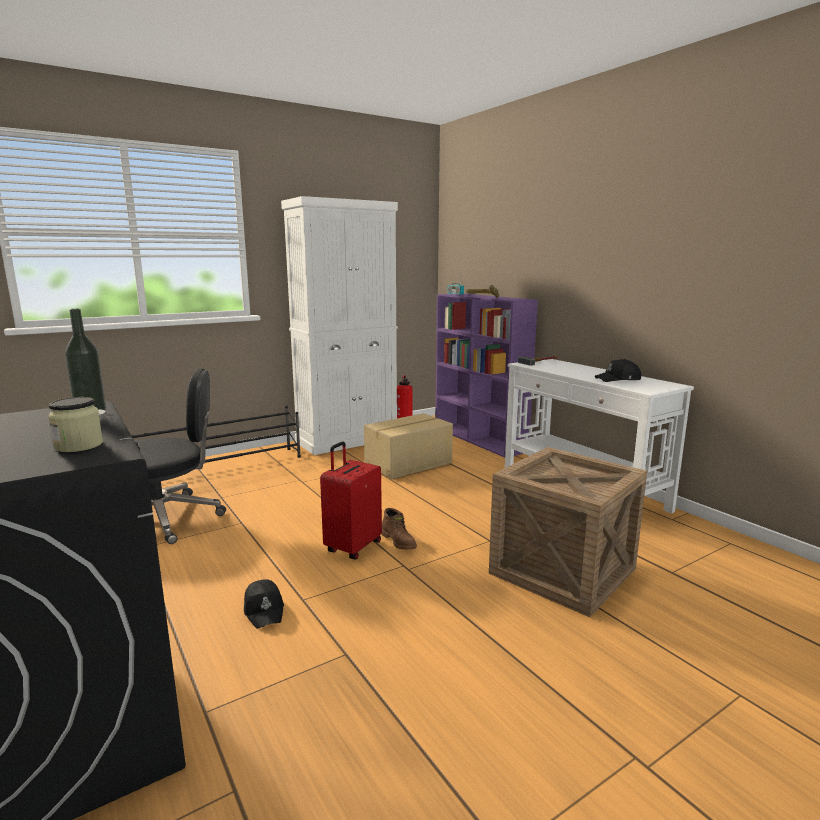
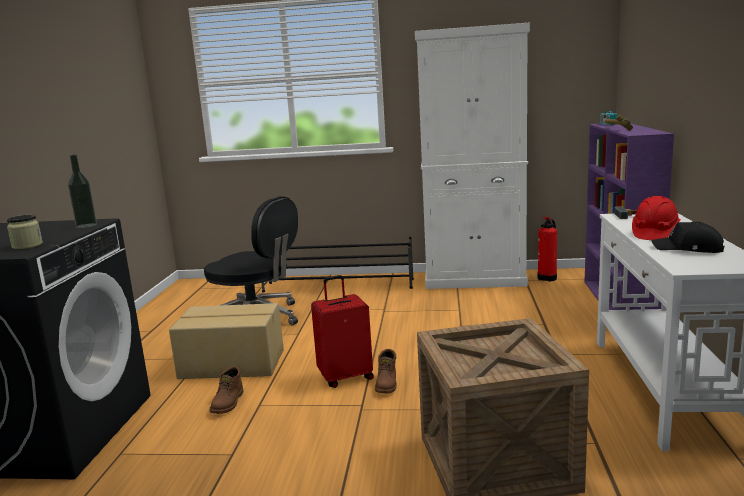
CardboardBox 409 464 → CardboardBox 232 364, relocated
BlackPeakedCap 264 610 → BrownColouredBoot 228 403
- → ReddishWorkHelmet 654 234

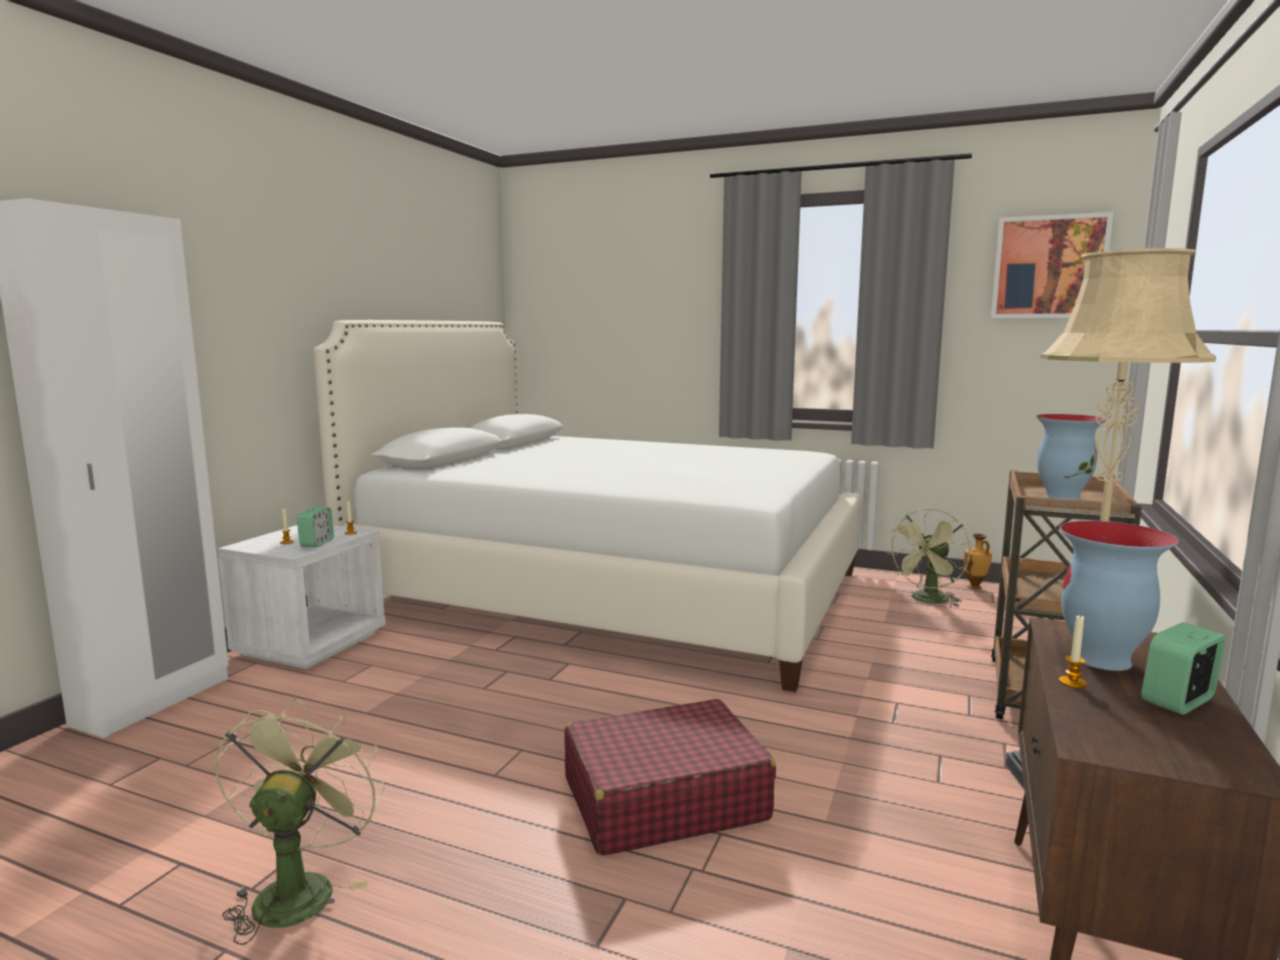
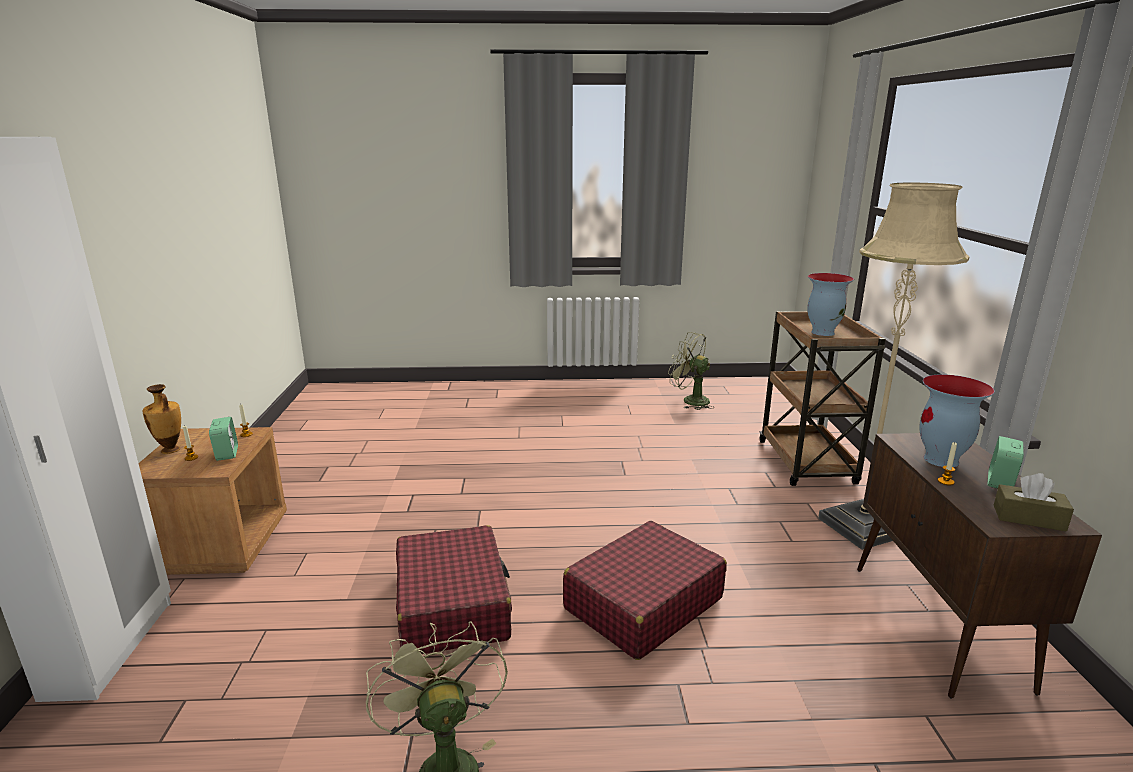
WhiteBedsideTable 311 643 → BrownColouredBedsideTable 222 545
DecorativeVase 975 587 → DecorativeVase 170 450, relocated
- → ReddishSuitcase 453 605
GreenColouredFan 928 601 → GreenColouredFan 690 400, 105 degrees clockwise
- → BrownColouredTissueBox 1029 518
WhiteBed 612 591 → -
WallPicture 1049 267 → -

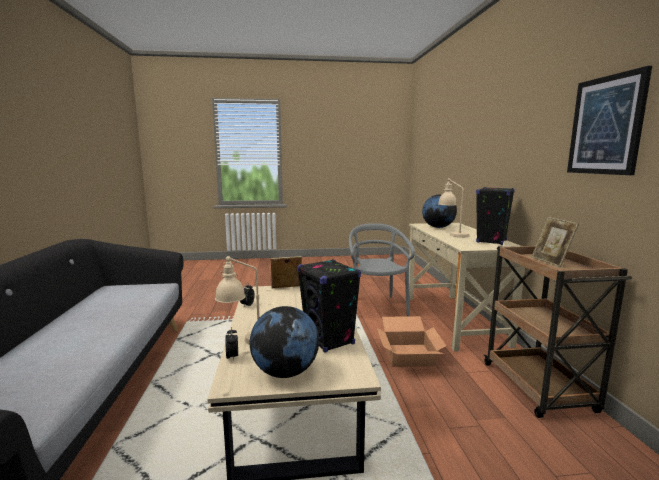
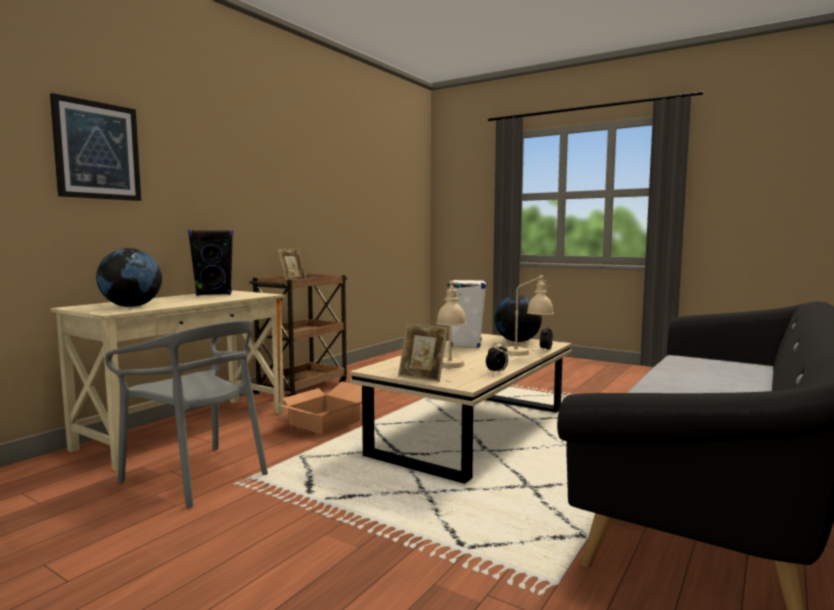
WallPicture 606 125 → WallPicture 97 151, relocated
GreyUprightChair 376 307 → GreyUprightChair 197 476, 90 degrees counterclockwise
BeigeColouredTableLamp 452 234 → BeigeColouredTableLamp 451 368, relocated
BlackLoudspeaker 329 341 → WhiteLoudspeaker 466 344

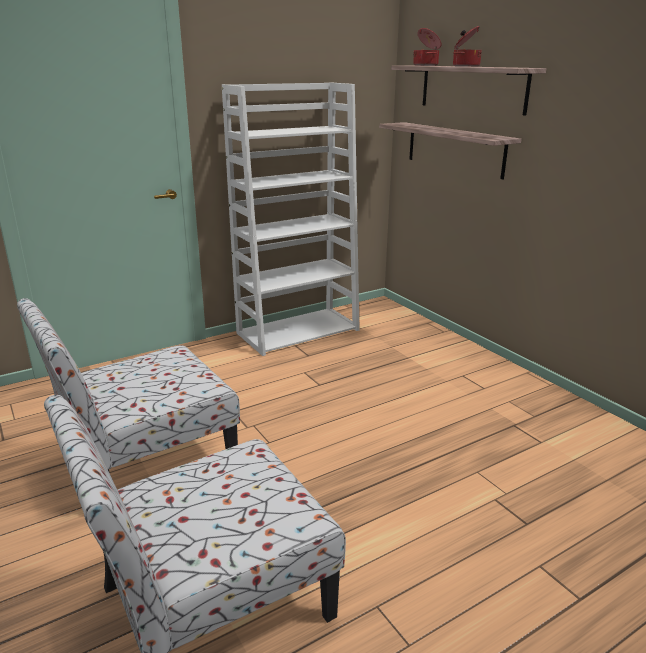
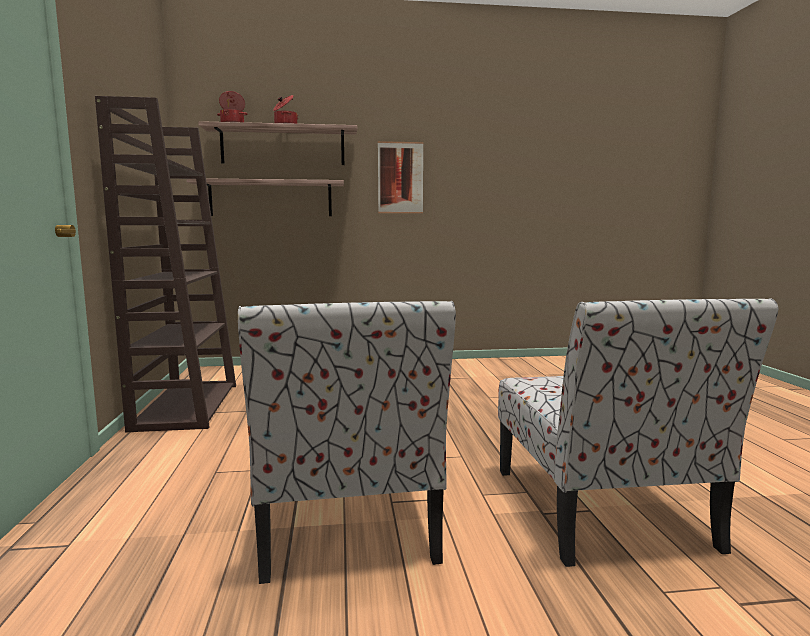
WhiteBookshelf 298 331 → BrownColouredBookshelf 186 405
- → WallPicture 400 178

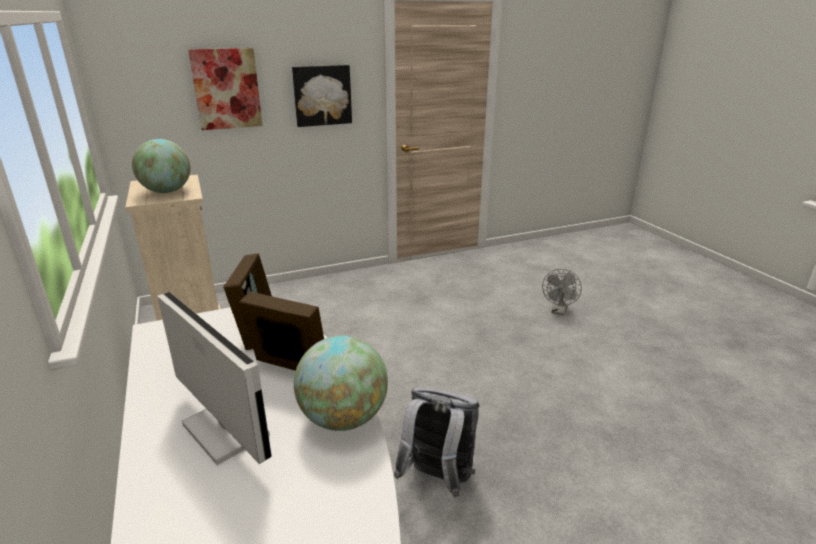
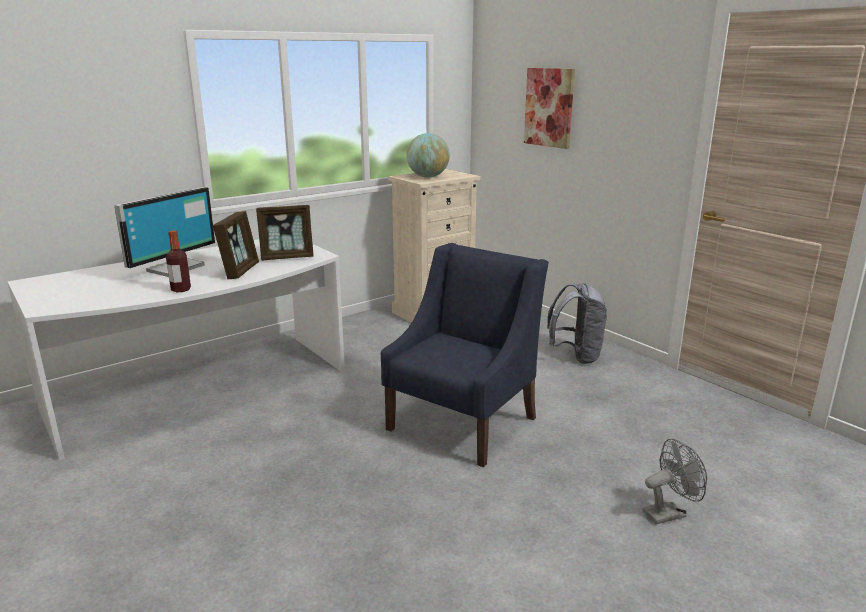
Globe 343 418 → BeverageBottle 181 289
- → BlueLoungeChair 463 423
GreyBackpack 437 478 → GreyBackpack 576 356, relocated
GreyFan 559 311 → GreyFan 669 513, 150 degrees clockwise
WallPicture 322 95 → -

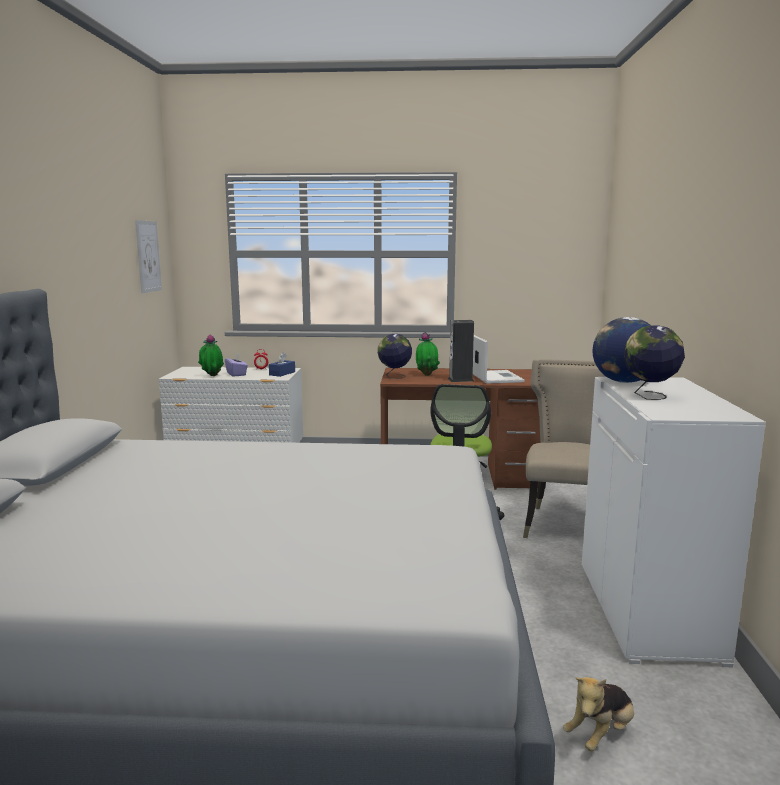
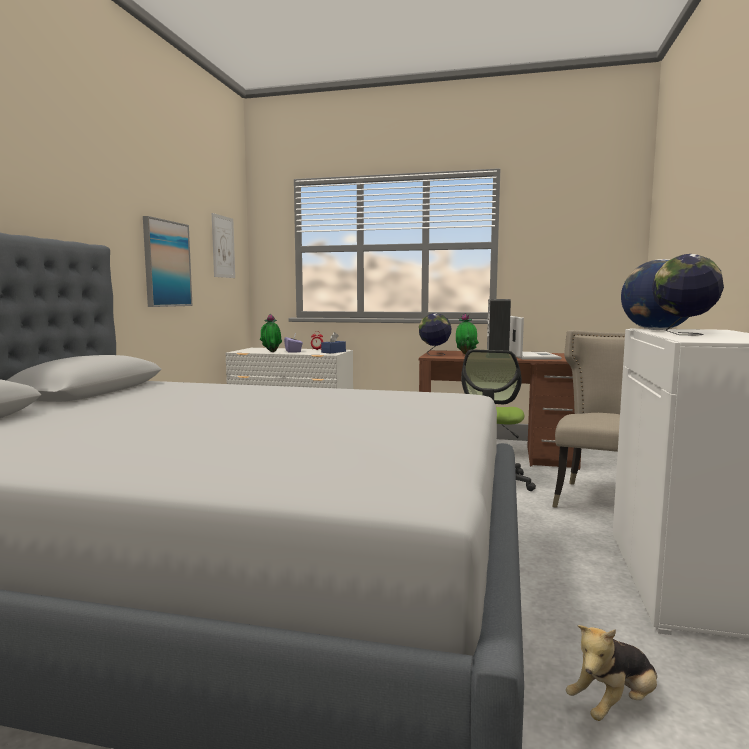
- → WallPicture 166 264

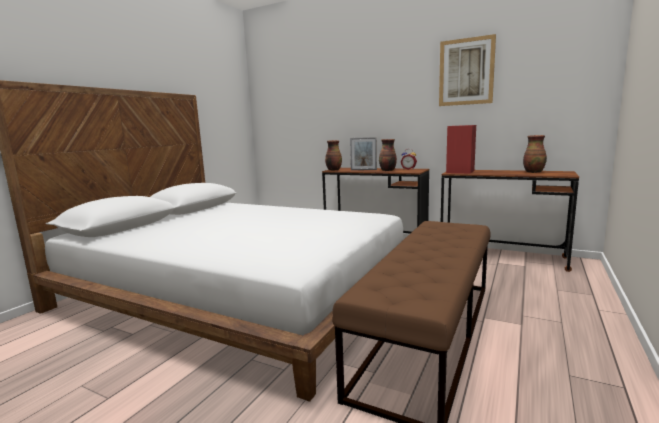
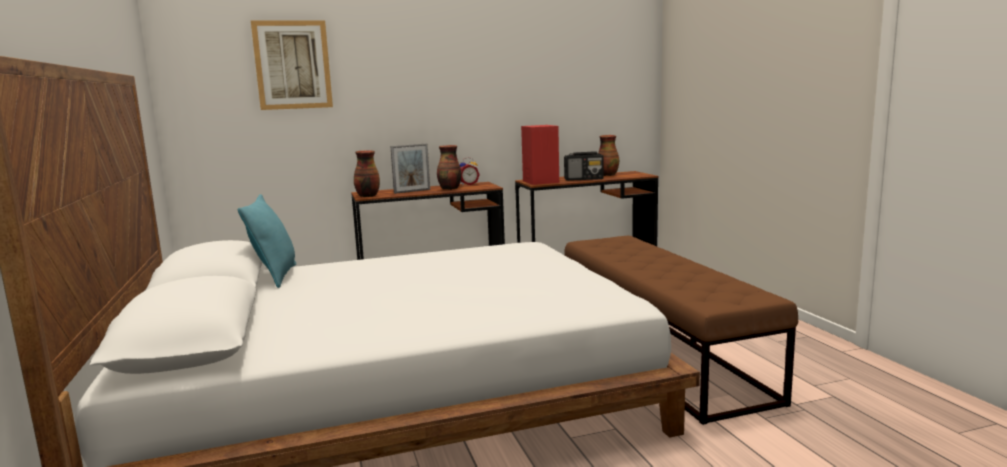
- → TurquoisePillow 275 276
WallPicture 466 72 → WallPicture 292 65, relocated
- → RadioSet 584 179

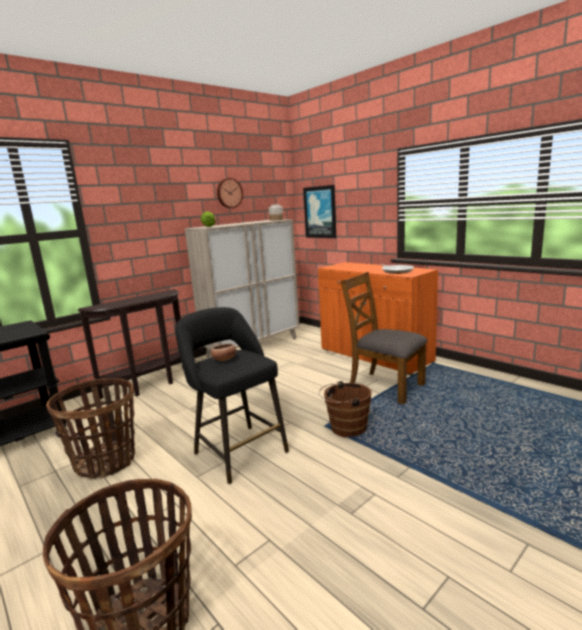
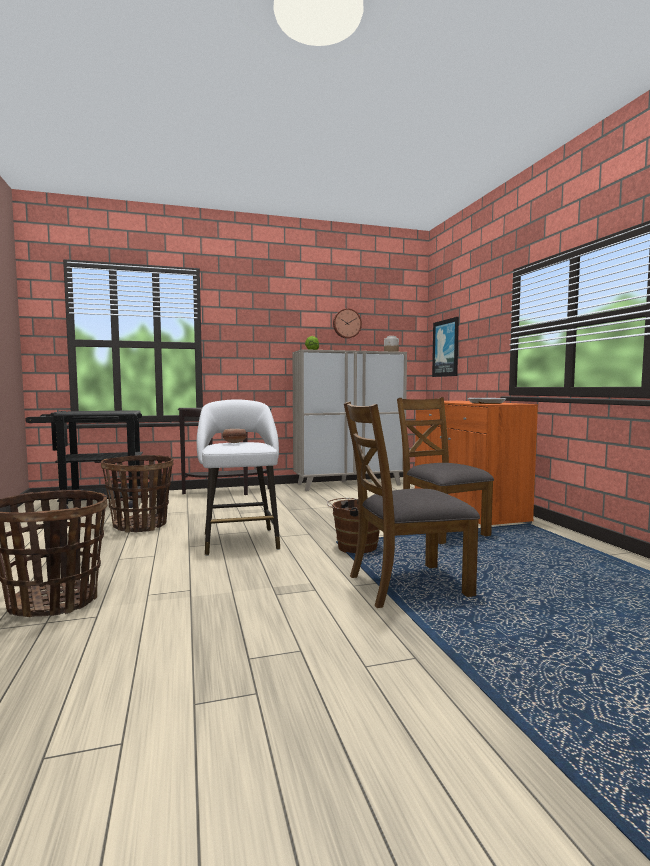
BlackSittingStool 238 450 → WhiteSittingStool 240 540
- → BrownColouredUprightChair 407 585

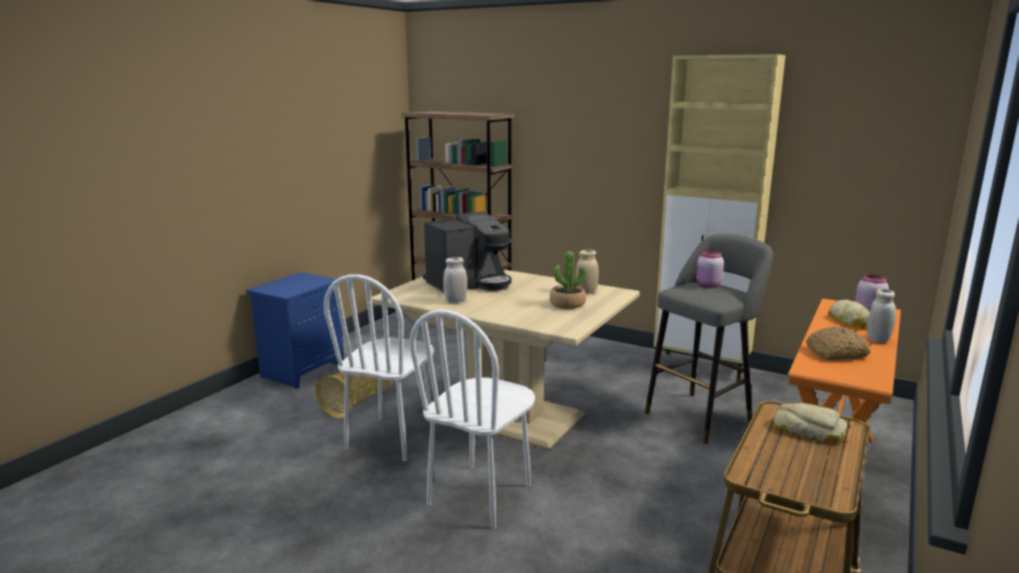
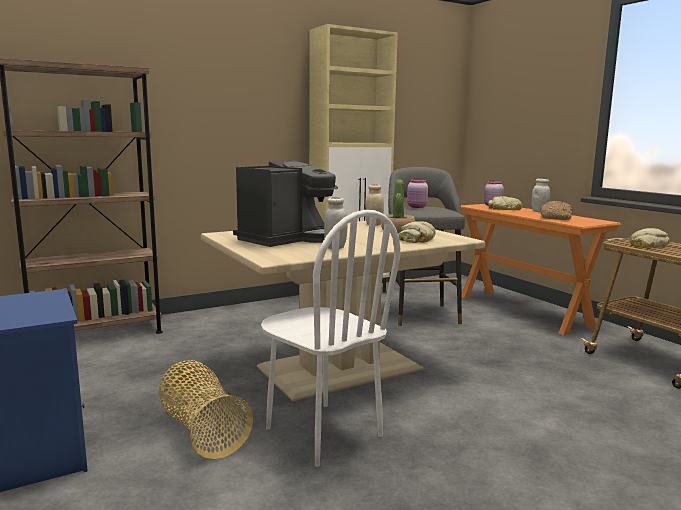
CoffeeMaker 469 284 → CoffeeMaker 288 239, 45 degrees clockwise
- → Bread 418 239
WhiteUprightChair 480 495 → -

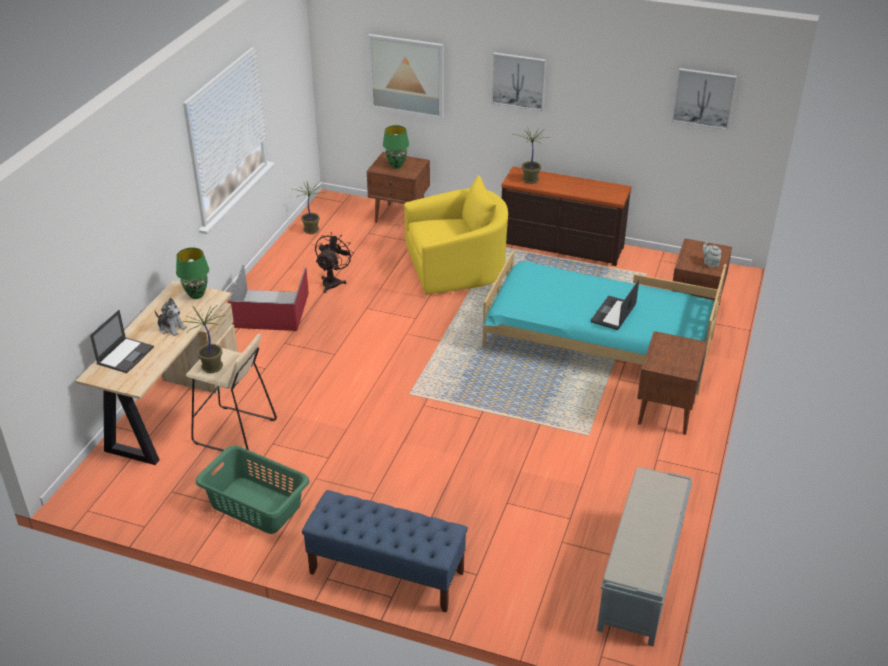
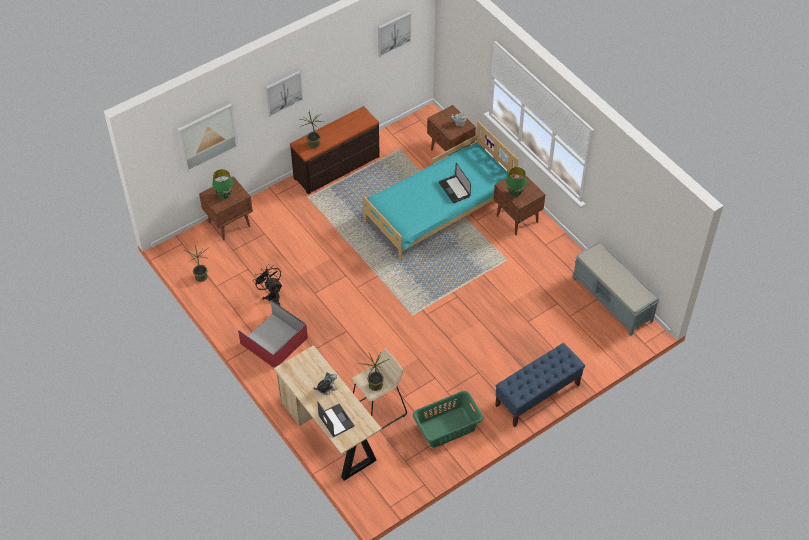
GreenColouredTableLamp 196 295 → GreenColouredTableLamp 515 194, relocated
YellowishLoungeChair 456 268 → -

